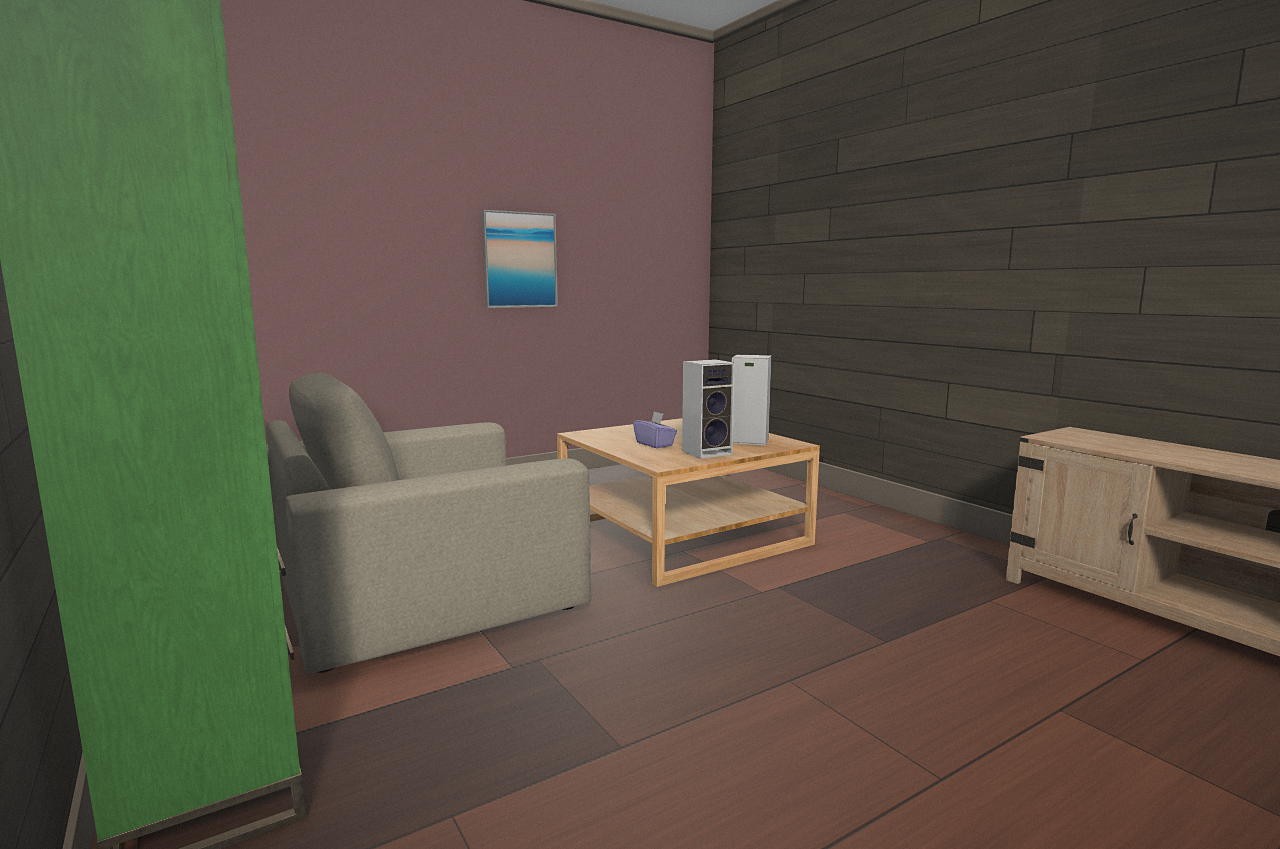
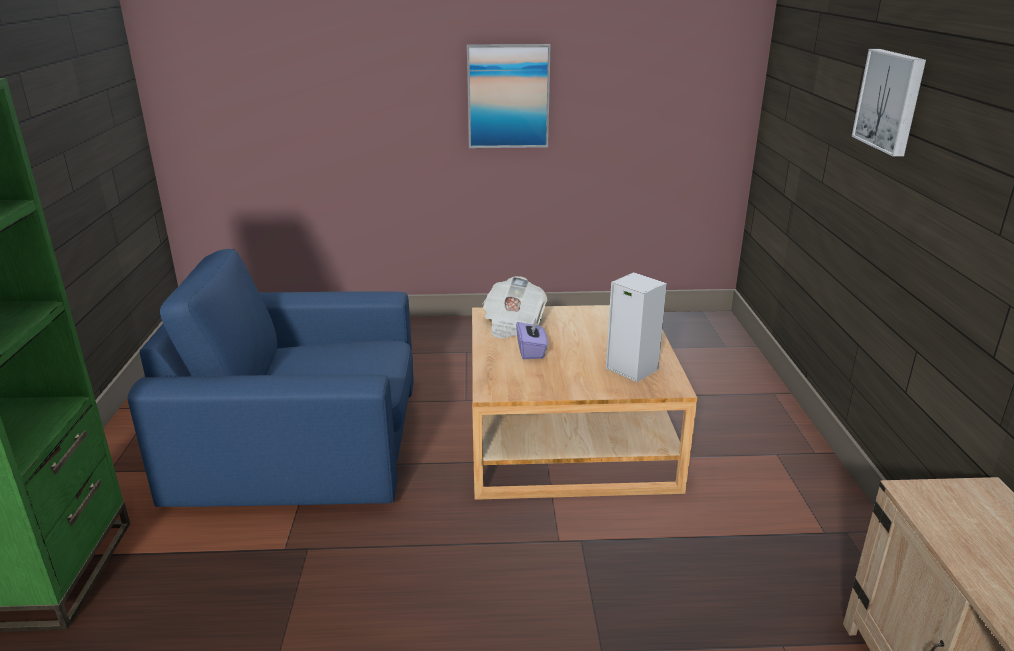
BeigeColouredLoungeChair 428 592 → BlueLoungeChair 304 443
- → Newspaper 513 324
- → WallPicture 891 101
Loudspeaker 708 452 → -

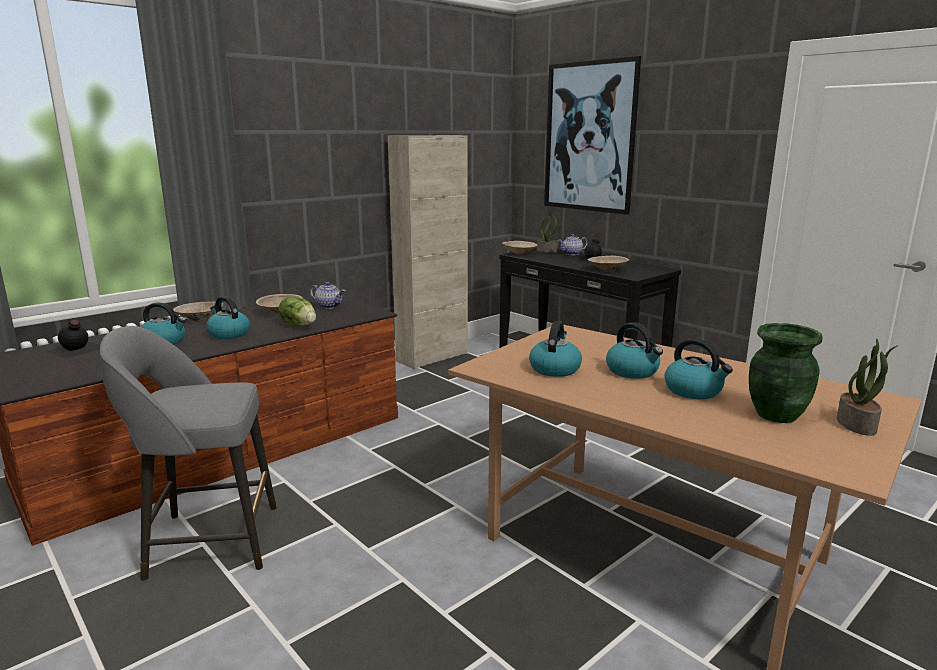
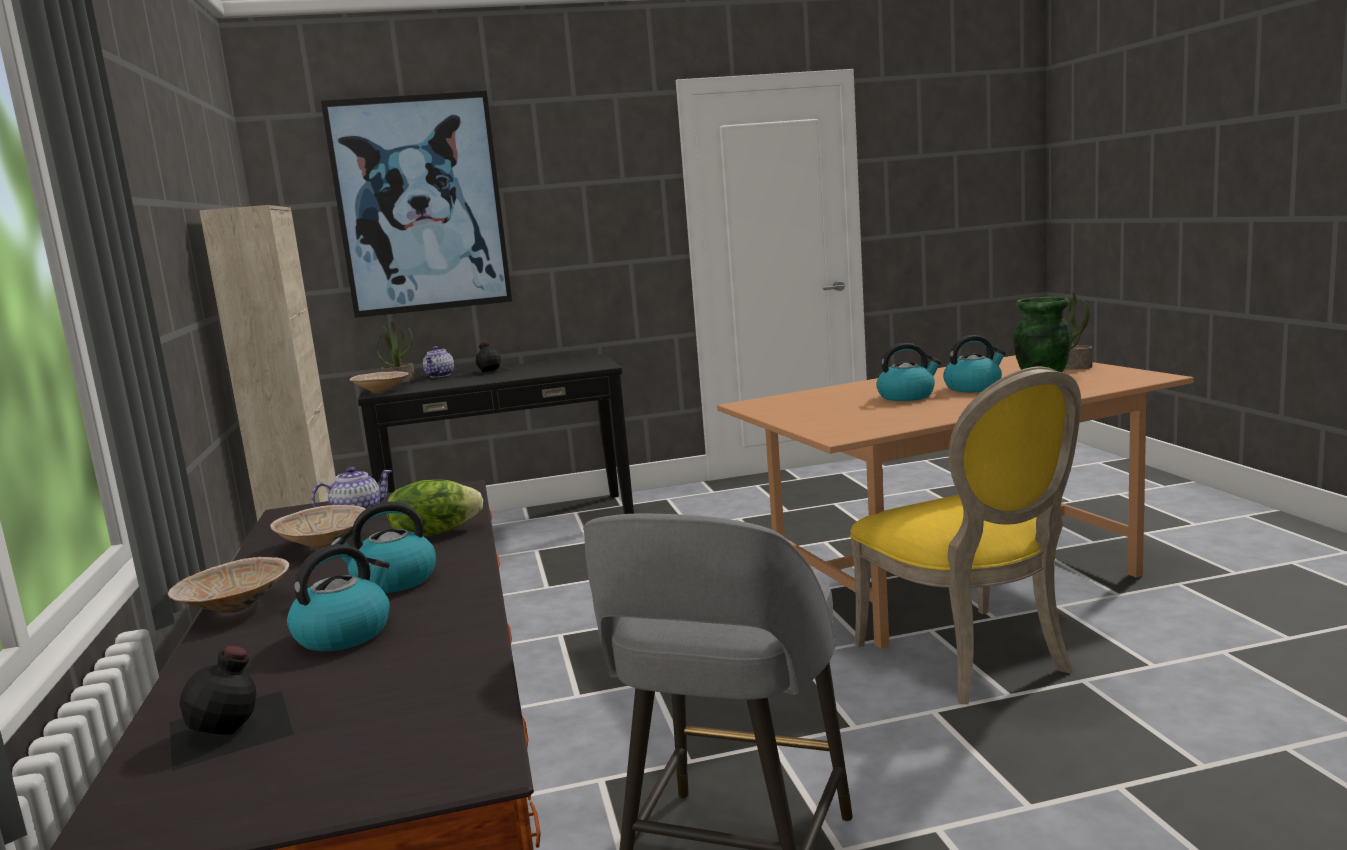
- → YellowishUprightChair 971 658
WaterKettle 554 369 → -
BeigeColouredServingBowl 607 270 → -

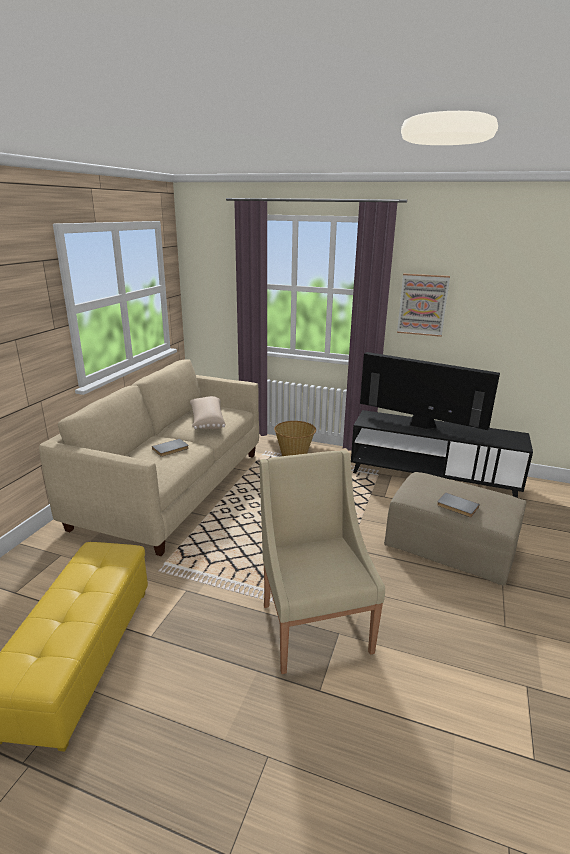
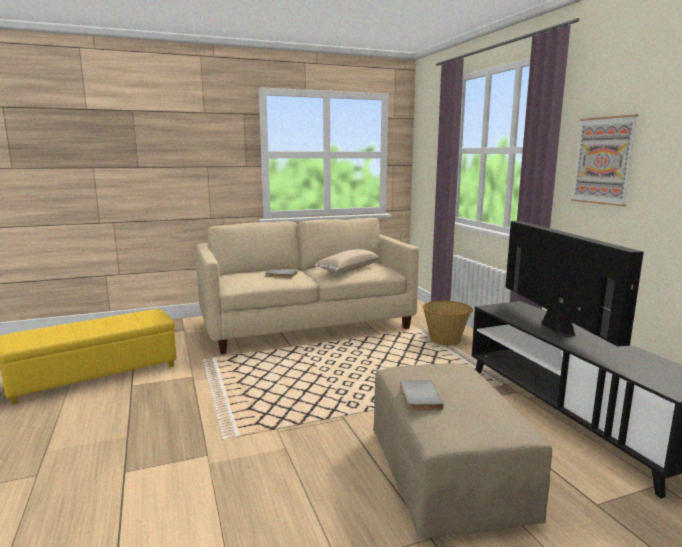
BeigeColouredLoungeChair 313 625 → -

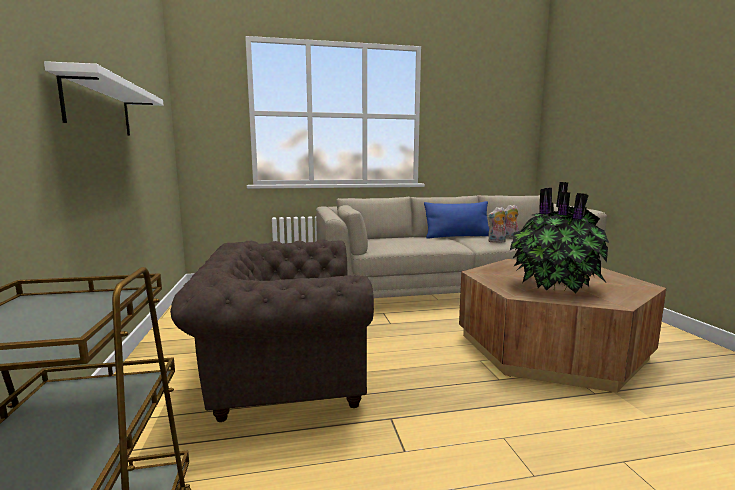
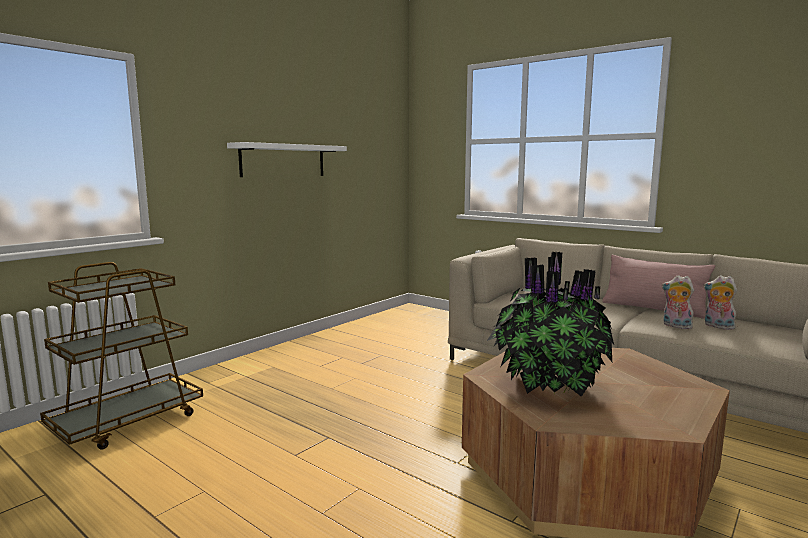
BluePillow 457 236 → PinkPillow 653 309
BrownColouredLoungeChair 282 374 → -

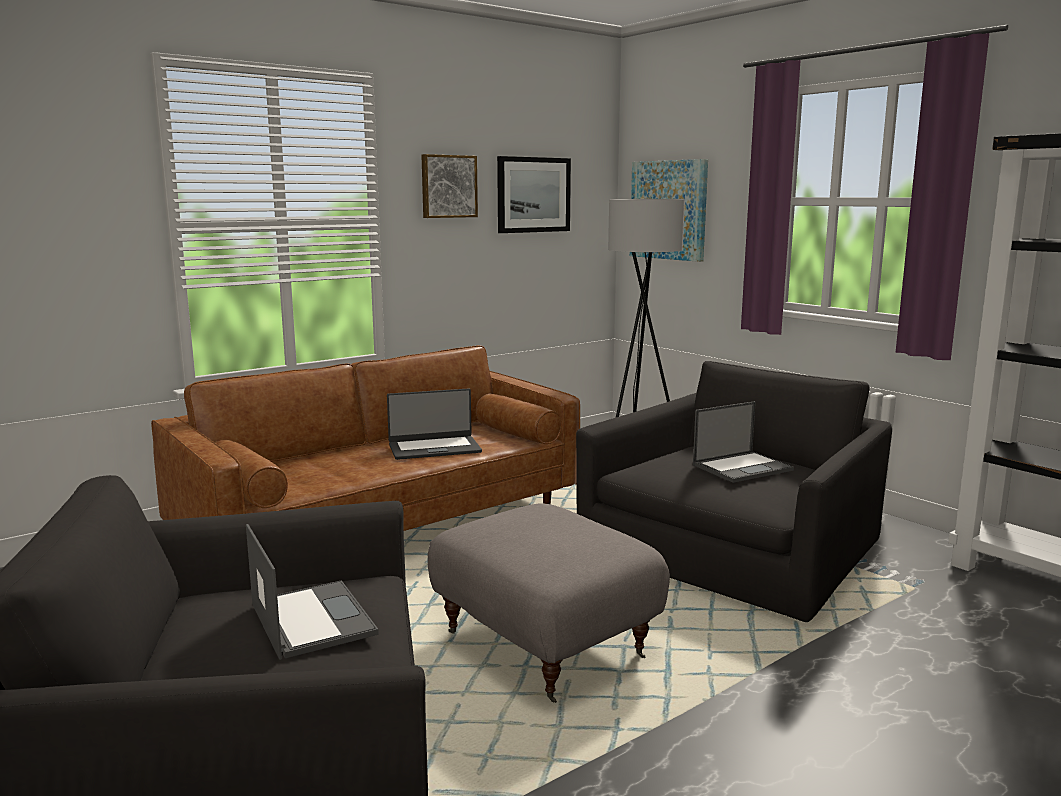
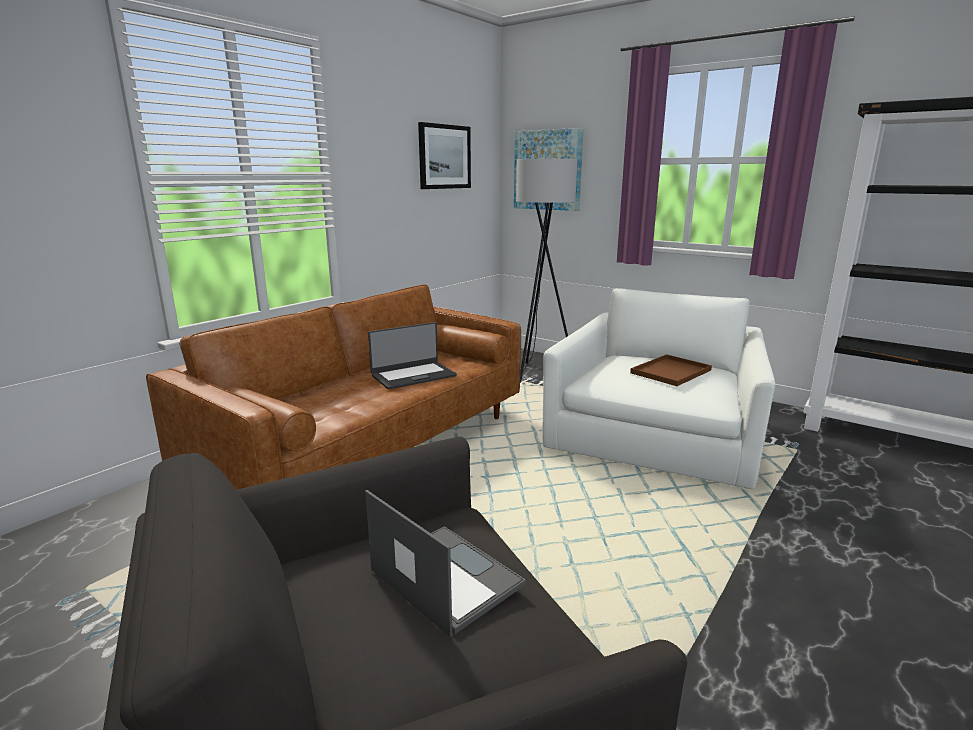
BlackLoungeChair 734 551 → WhiteLoungeChair 656 434
Laptop 743 467 → BrownColouredServingTray 671 371
WallPicture 448 186 → -
GreyOttoman 547 644 → -

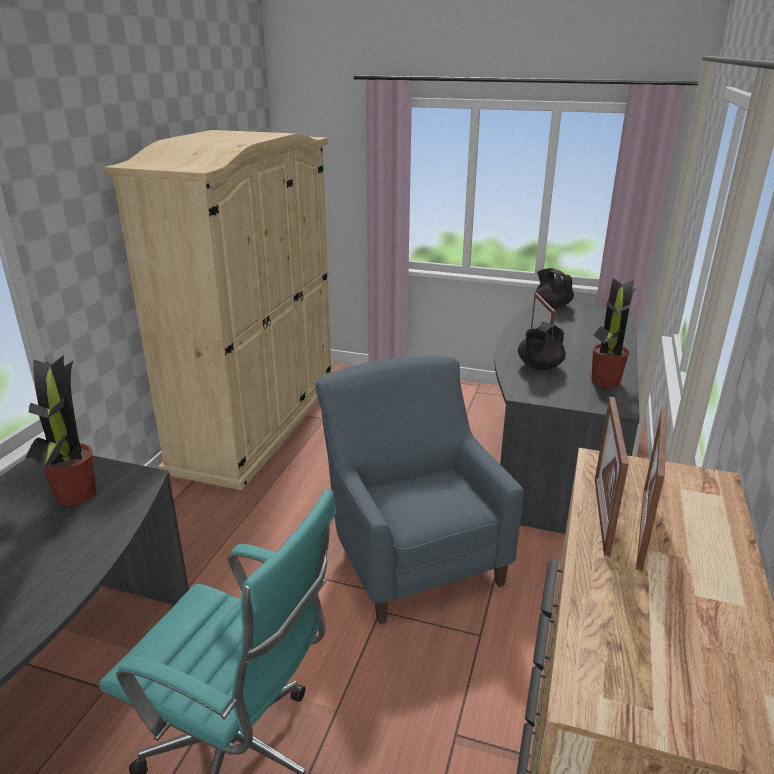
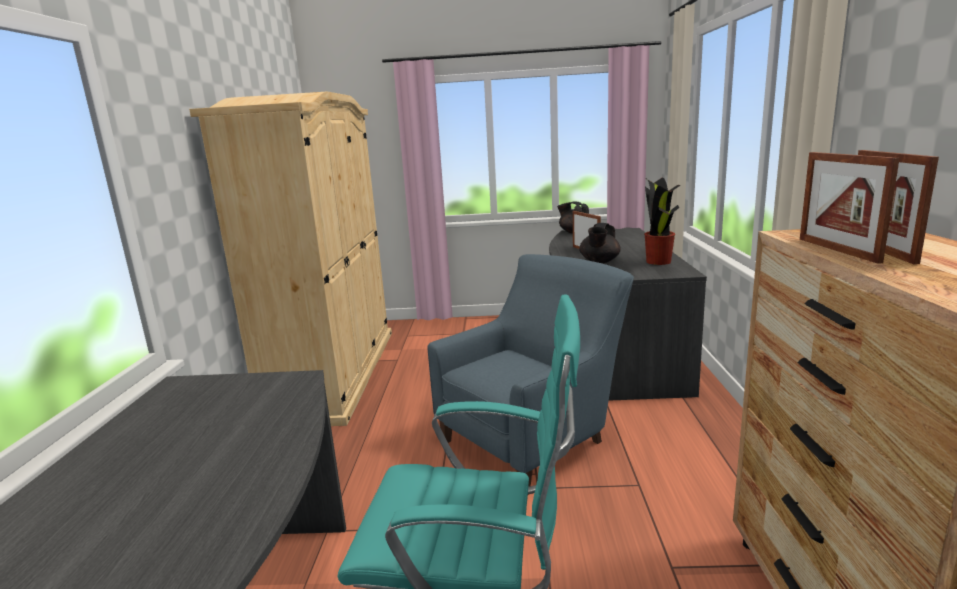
BlueLoungeChair 410 551 → BlueLoungeChair 536 438, 90 degrees clockwise
PlantInAPot 75 496 → -

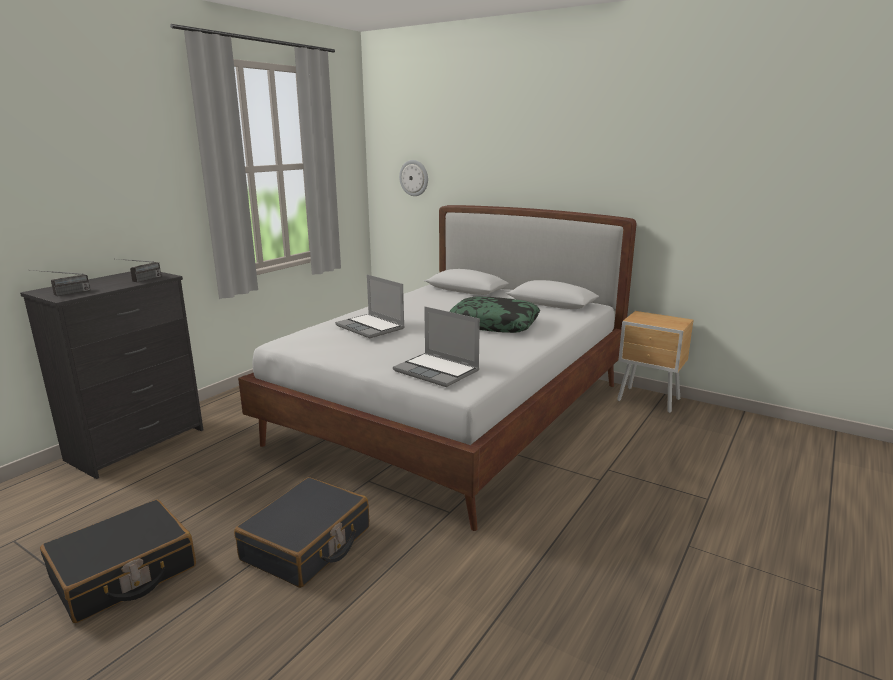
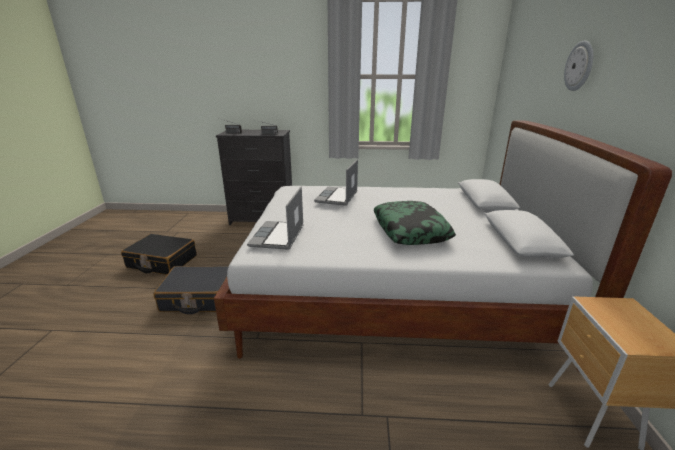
ClockOnTheWall 414 178 → ClockOnTheWall 579 66, relocated

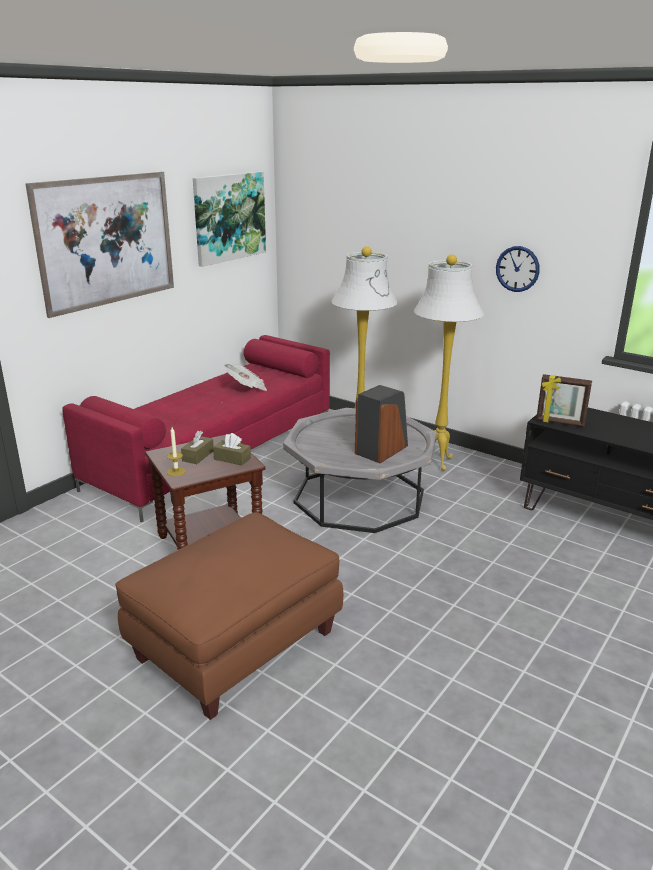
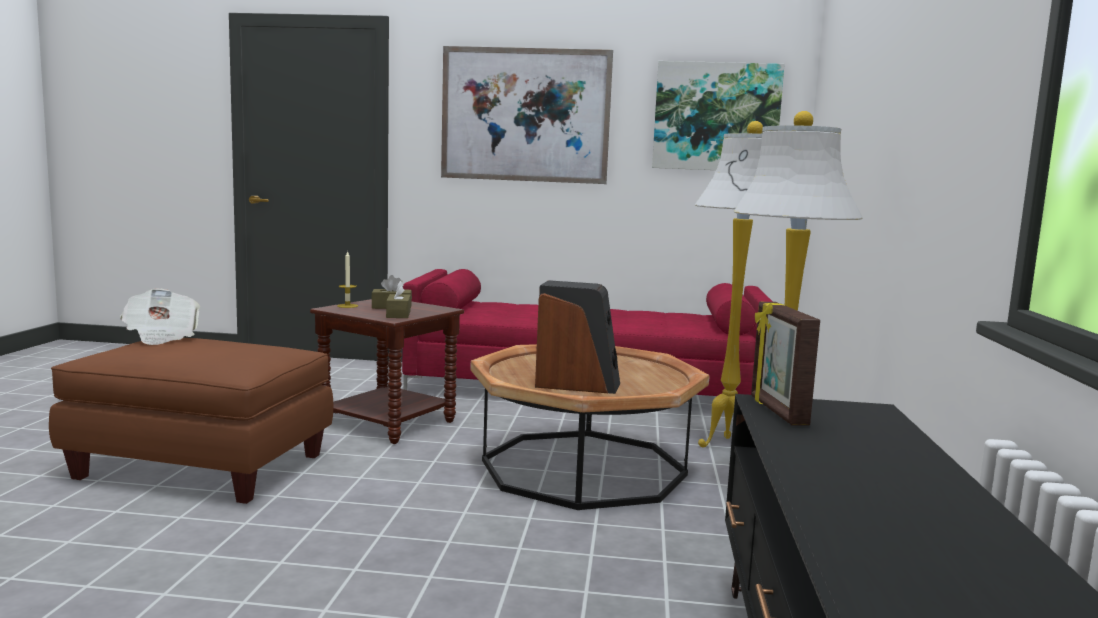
Newspaper 247 388 → Newspaper 161 337, relocated
GreyLowTable 359 497 → BrownColouredLowTable 583 468
ClockOnTheWall 517 269 → -

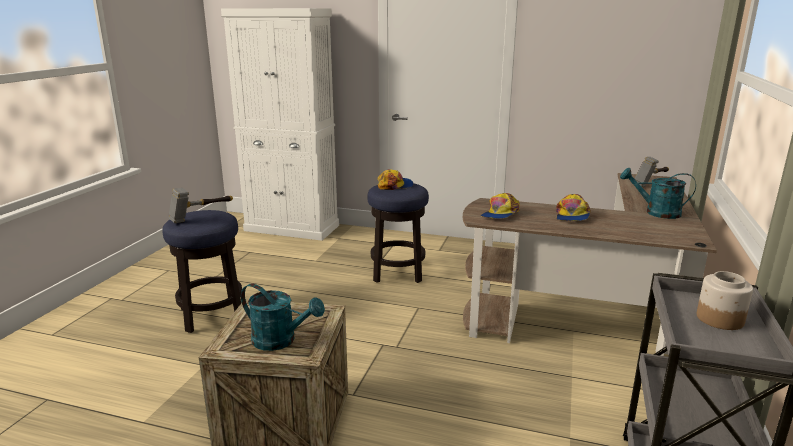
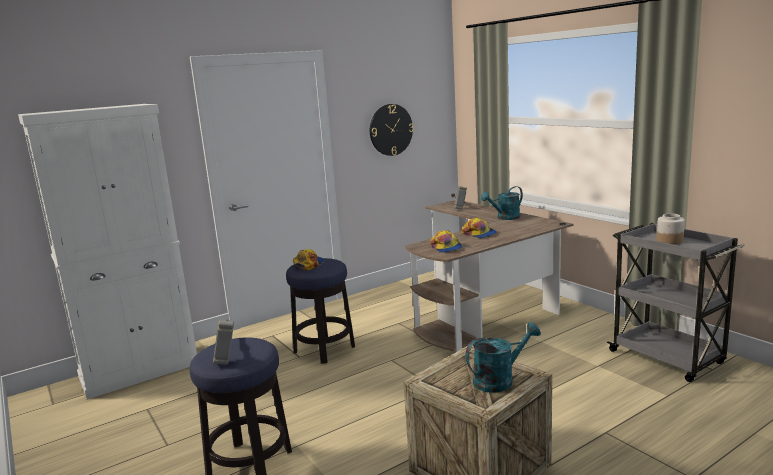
- → ClockOnTheWall 391 129

